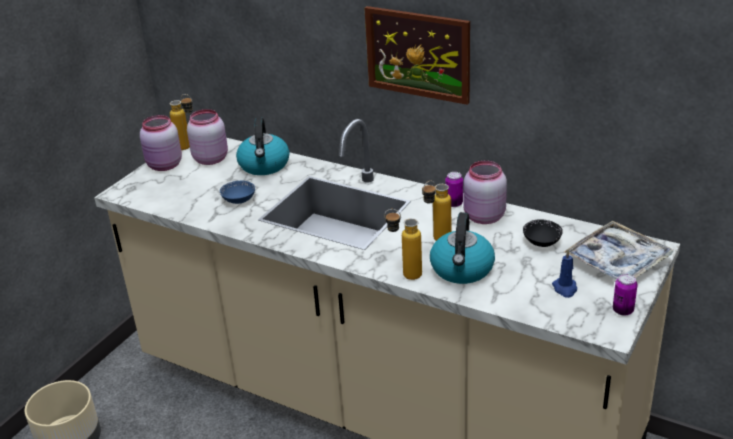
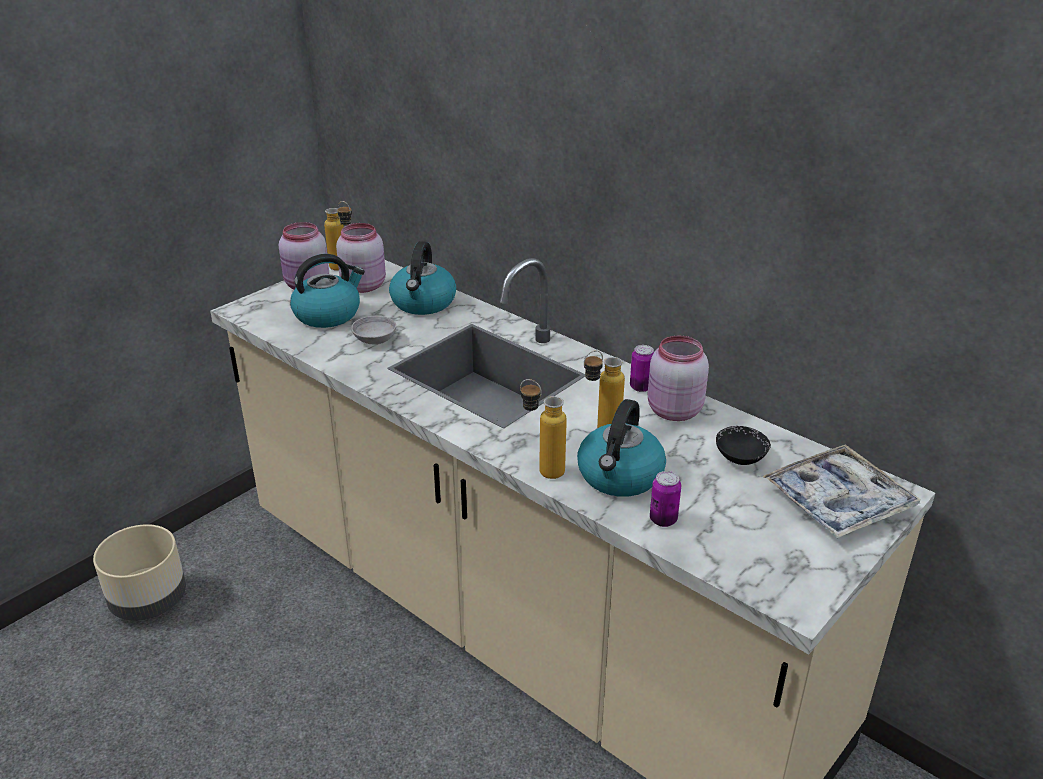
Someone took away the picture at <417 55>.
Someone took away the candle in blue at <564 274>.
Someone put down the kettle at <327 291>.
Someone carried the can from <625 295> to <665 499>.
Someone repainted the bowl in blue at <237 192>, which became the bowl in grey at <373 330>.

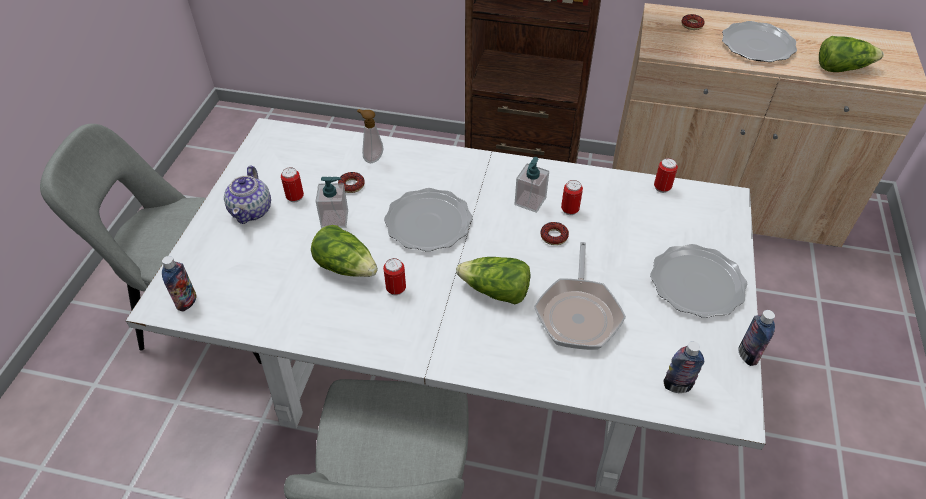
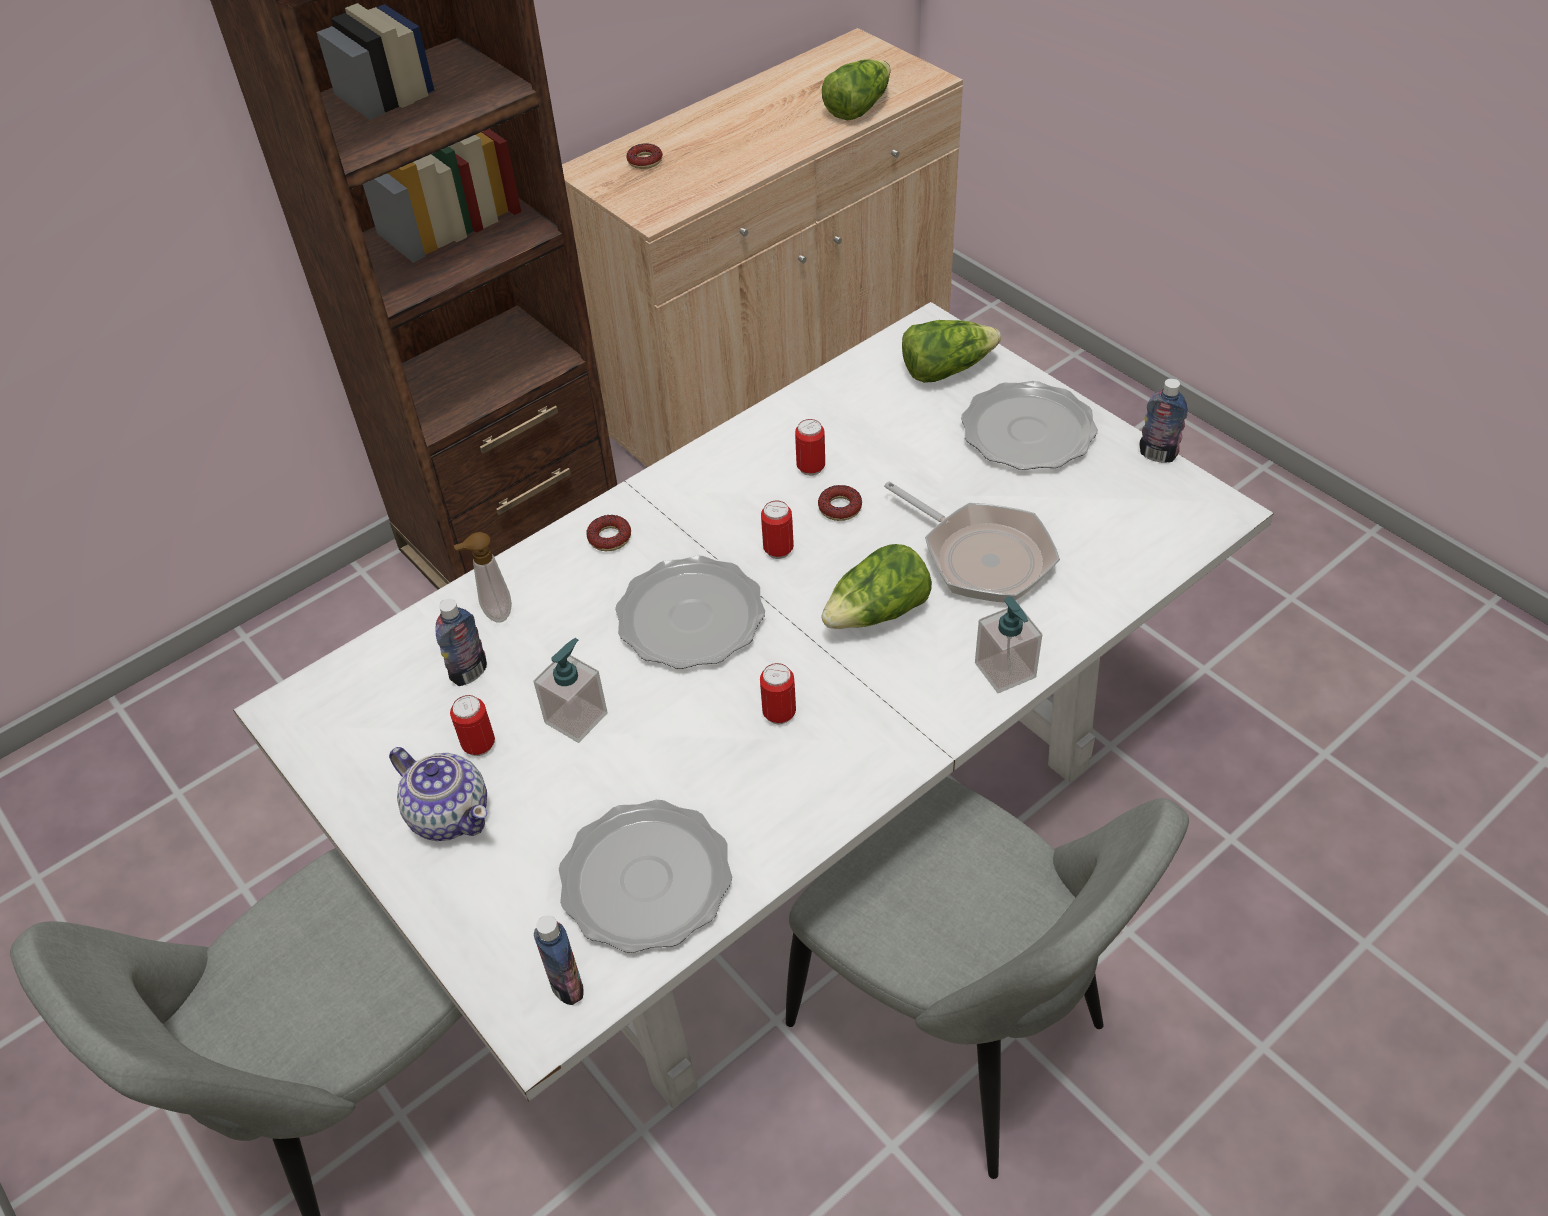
Someone carried the lettuce from <344 251> to <951 351>.
Someone carried the donut from <351 182> to <609 533>.
Someone carried the soap dispenser from <531 185> to <1008 644>.
Someone carried the can from <666 175> to <777 530>.
Someone carried the bottle from <683 367> to <461 642>.
Someone carried the plate from <759 41> to <645 876>.

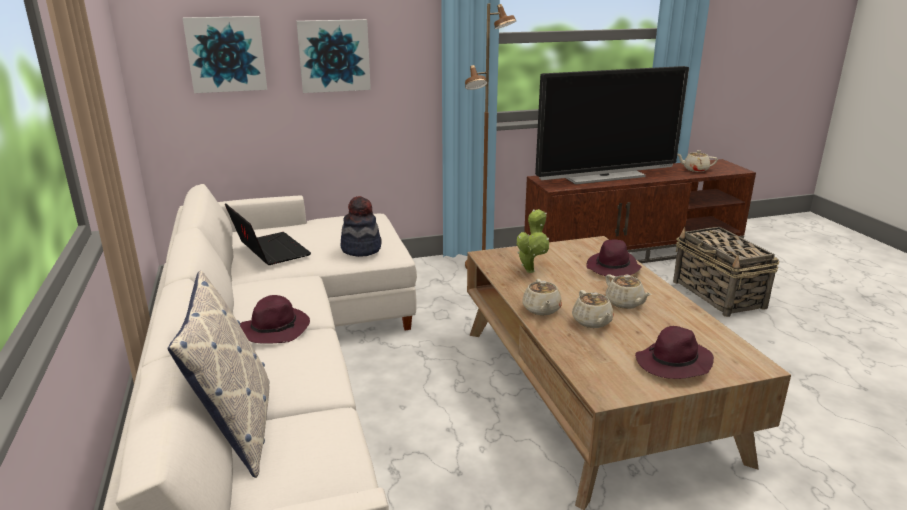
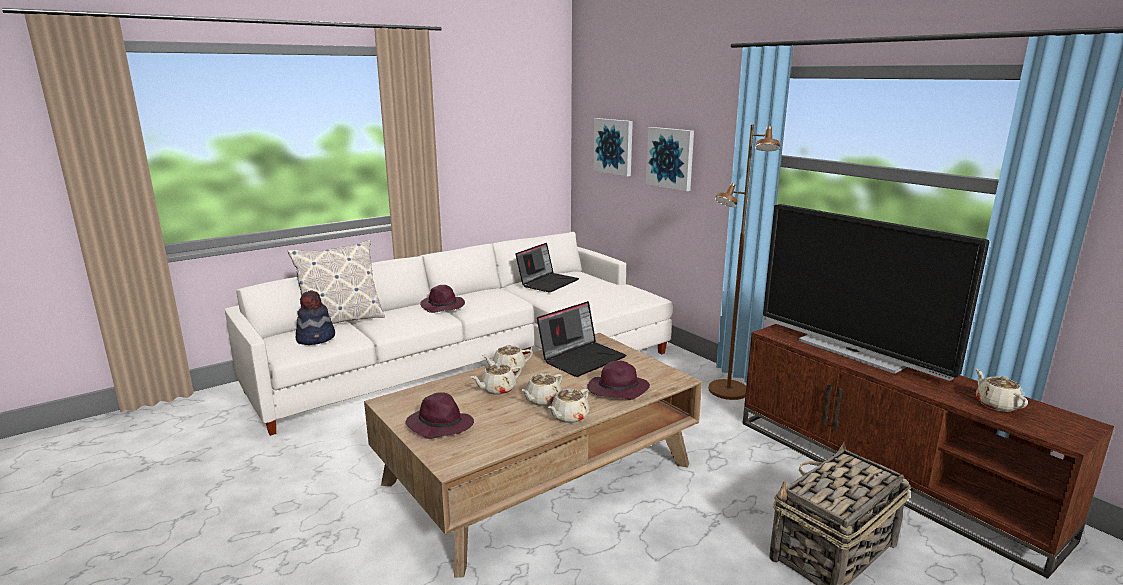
Someone put down the teapot in beige at <568 405>.
Someone carried the hat from <361 226> to <315 317>.
Someone swapped the potted plant at <533 241> for the laptop at <581 339>.

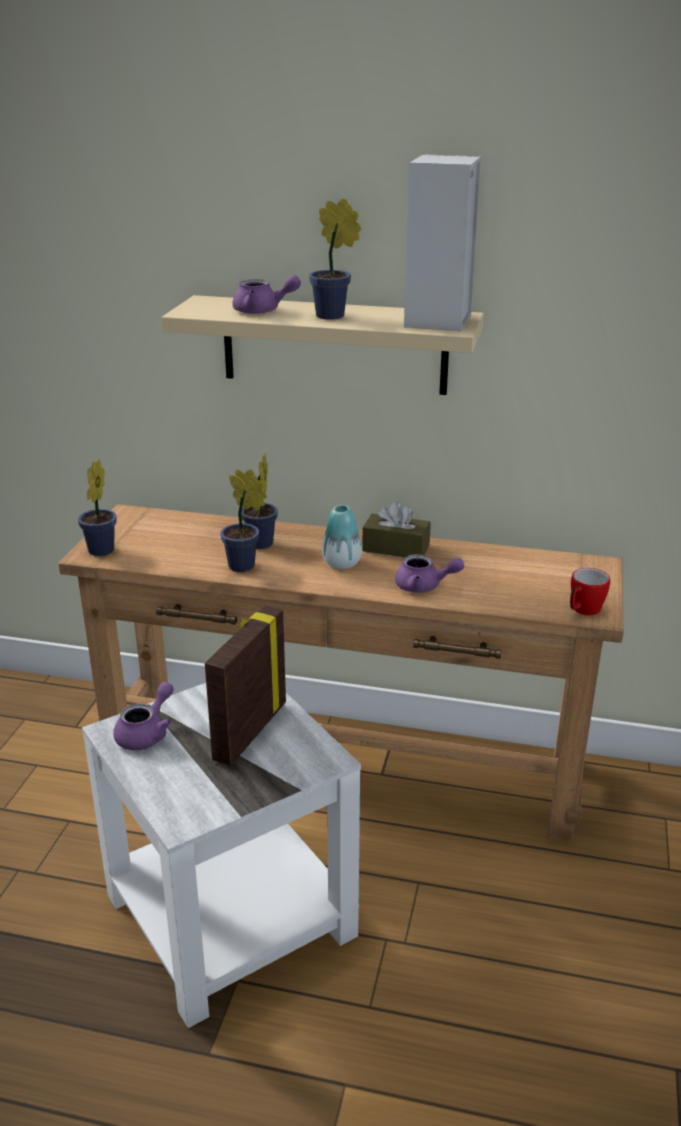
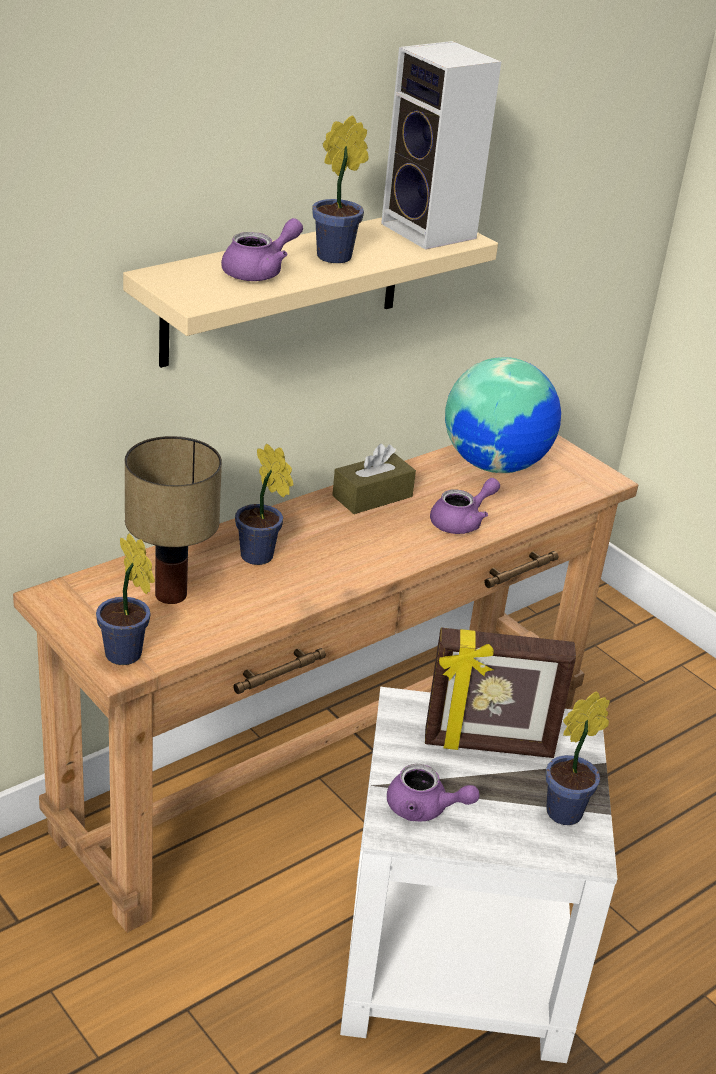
Someone took away the vase at <342 536>.
Someone took away the mug at <590 592>.
Someone put down the table lamp at <173 520>.
Someone put down the globe at <503 415>.
Someone carried the potted plant from <243 520> to <578 758>.
Someone rotated the teapot in purple at <143 716> by 135 degrees clockwise.
Someone rotated the picture frame at <245 685> by 60 degrees counterclockwise.

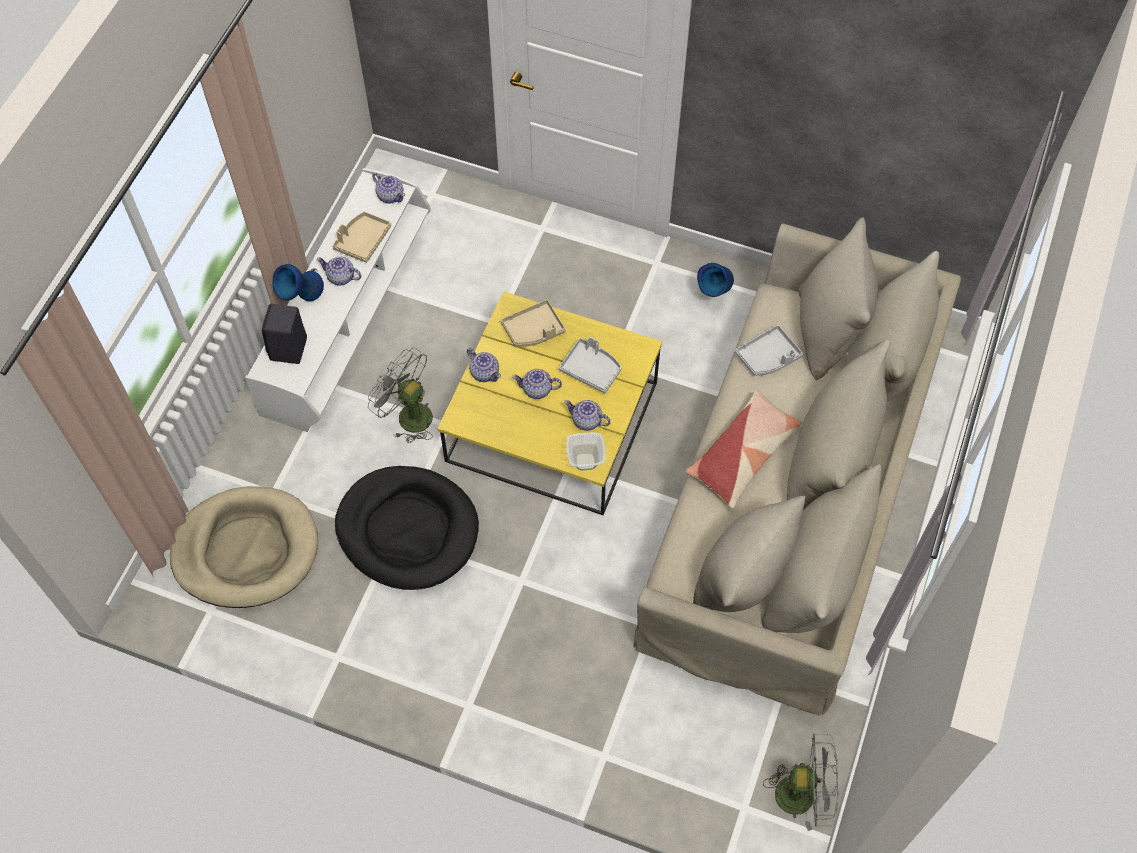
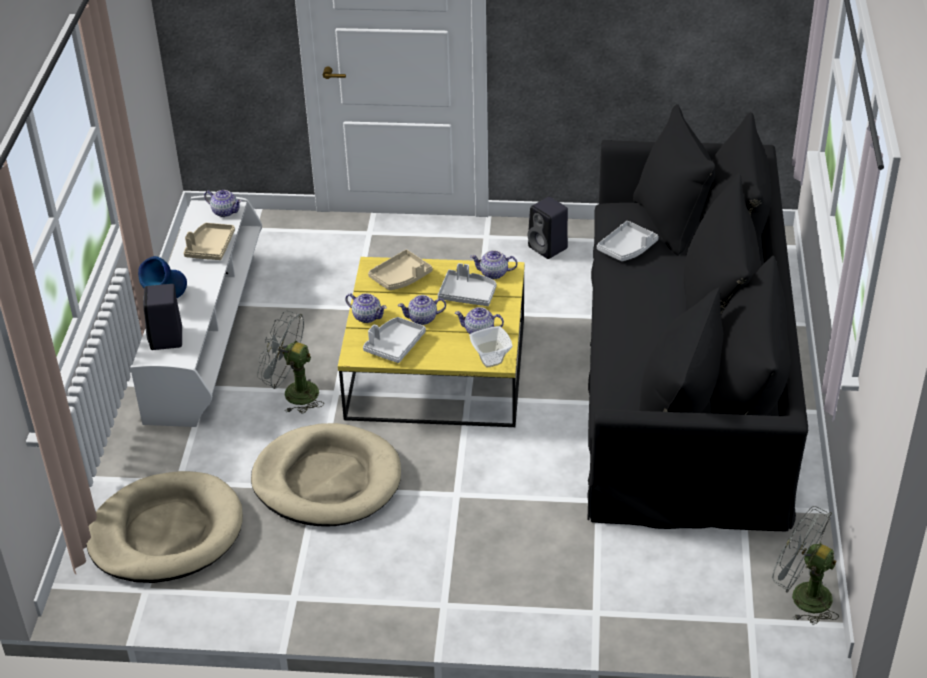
Someone took away the pillow at <744 449>.
Someone put down the tray in grey at <394 340>.
Someone carried the teapot from <339 271> to <493 264>.
Someone swapped the vase in blue at <715 280> for the speaker in black at <548 228>.
Someone repainted the dog bed in black at <407 528>, which became the dog bed in beige at <326 474>.
Someone repainted the sofa in beige at <797 466>, which became the sofa in black at <697 317>.
Someone rotated the fan in grey at <800 782> by 135 degrees counterclockwise.

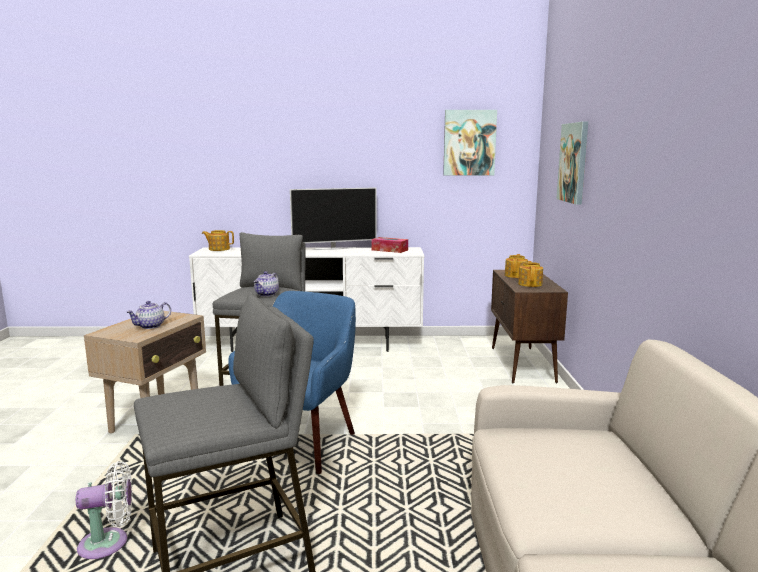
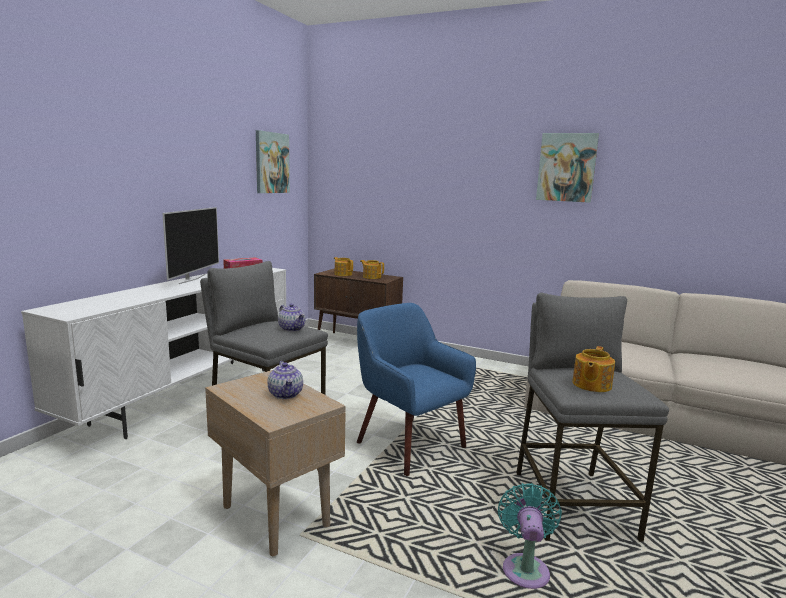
Someone carried the teapot from <218 240> to <593 369>.
Someone carried the picture from <572 163> to <567 168>.
Someone repainted the fan in white at <104 510>, which became the fan in turquoise at <530 536>.

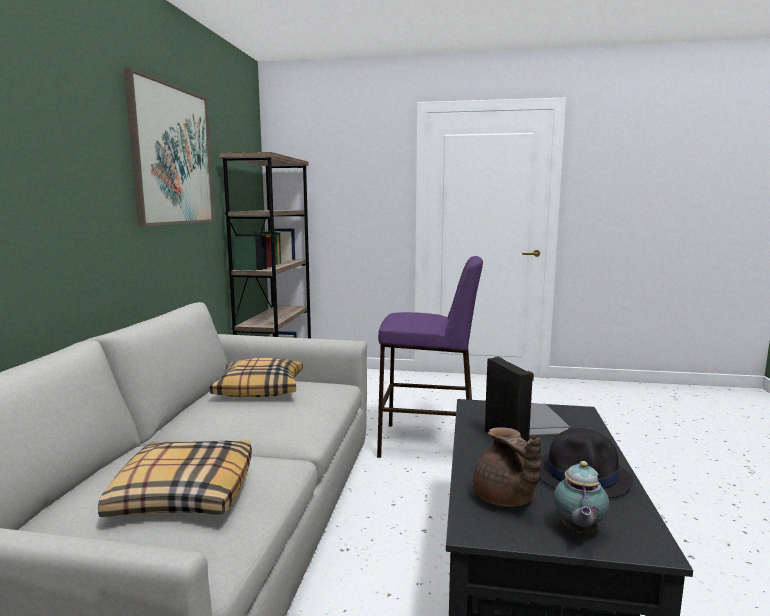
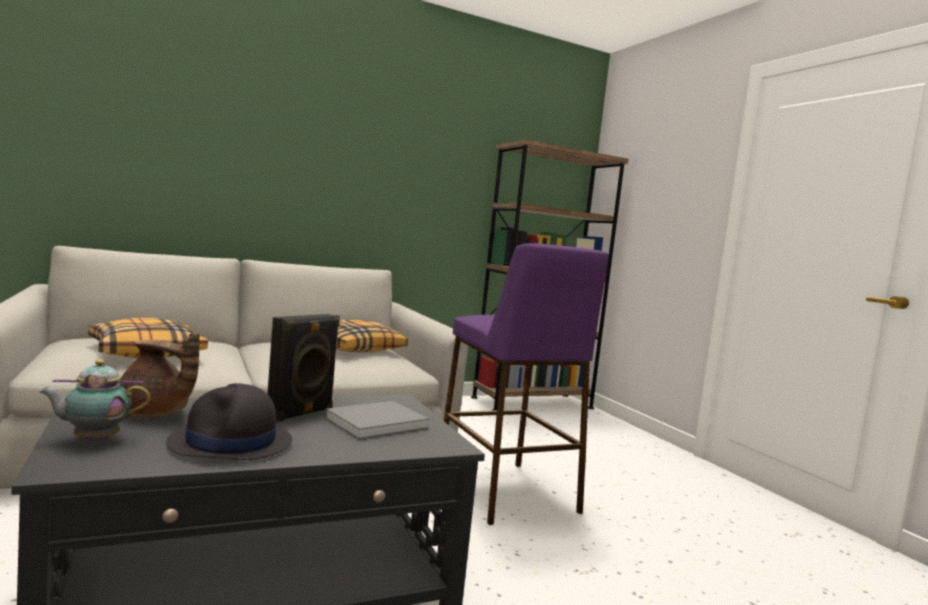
Someone took away the picture at <169 146>.
Someone rotated the teapot in brown at <507 467> by 105 degrees counterclockwise.

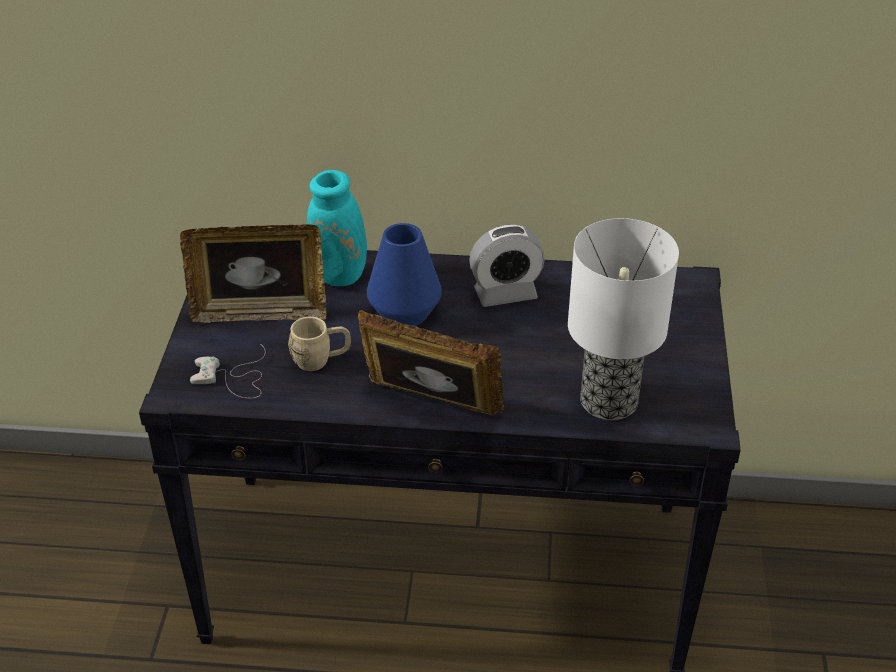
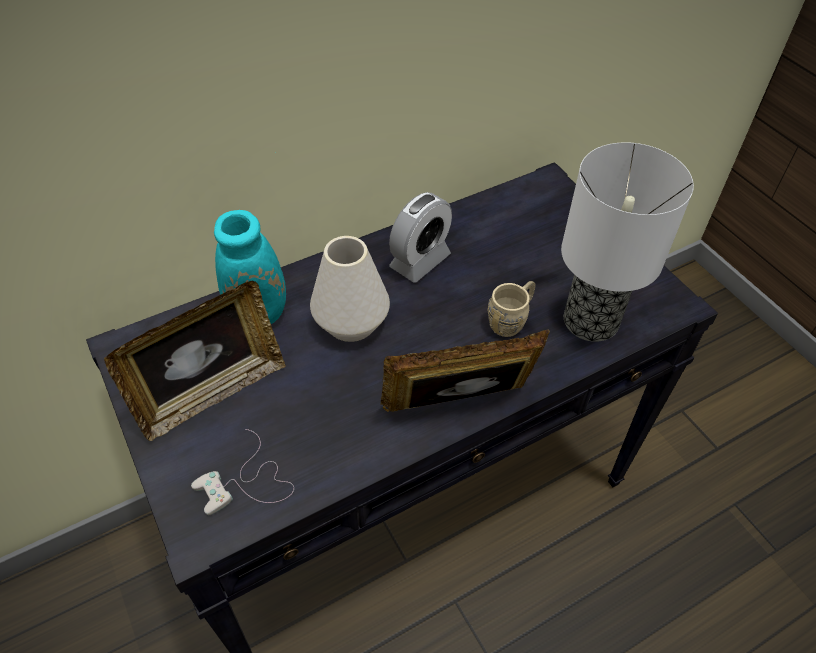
Someone carried the mug in beige from <319 344> to <511 309>.
Someone repainted the vase in blue at <404 274>, which became the vase in white at <350 289>.

